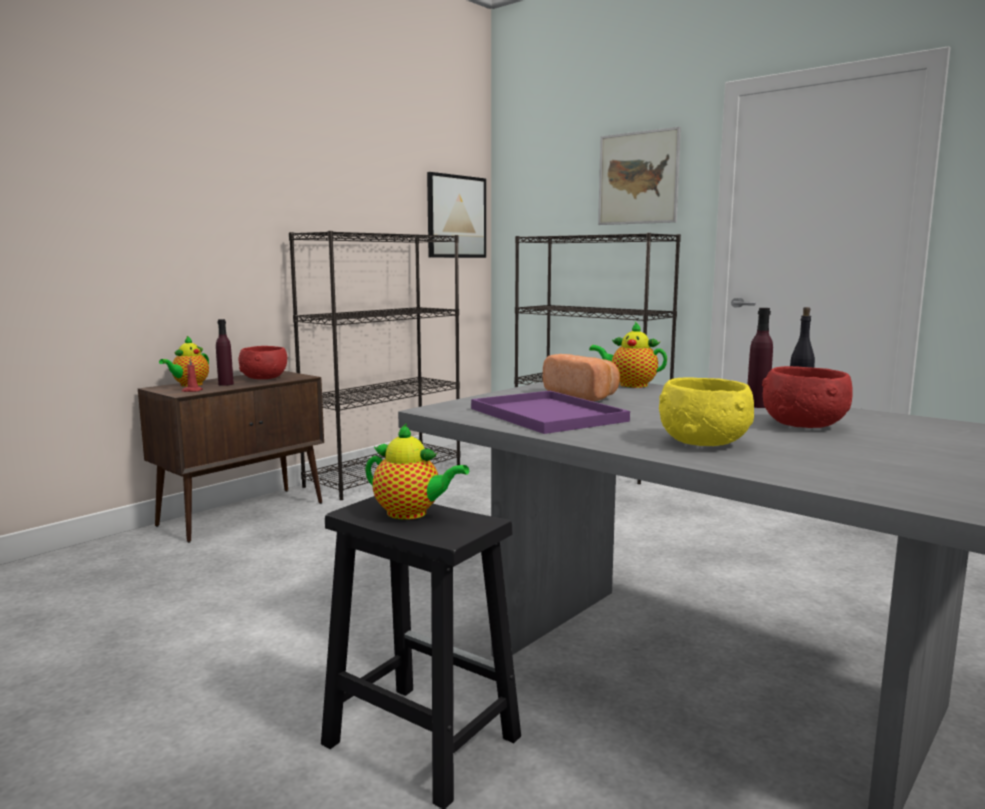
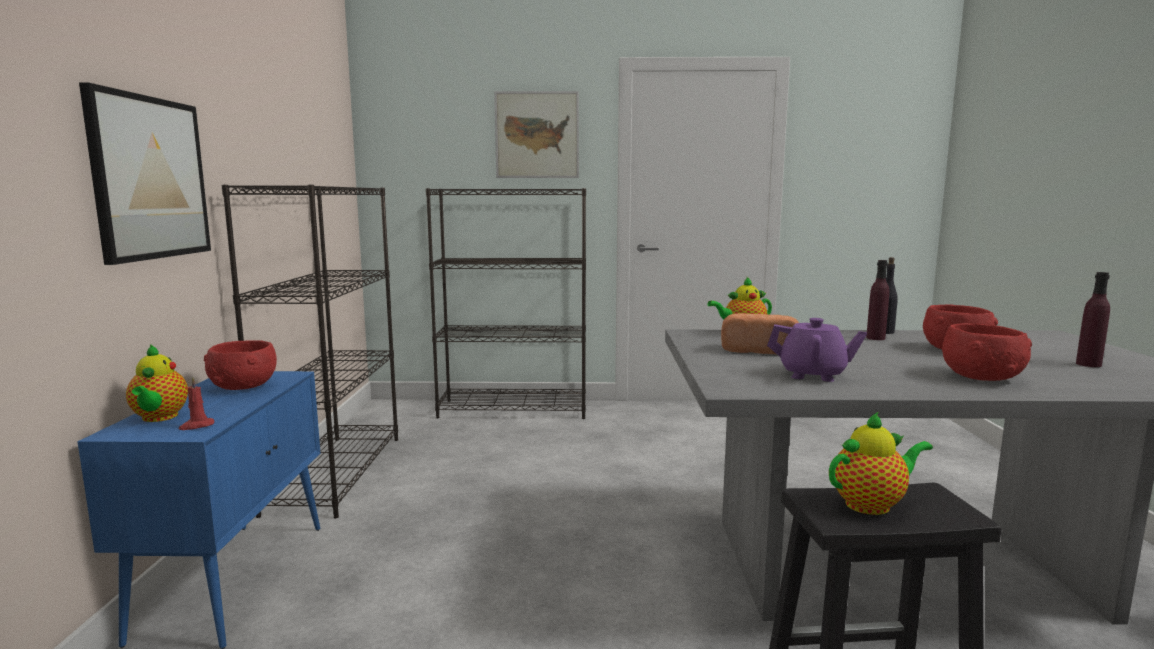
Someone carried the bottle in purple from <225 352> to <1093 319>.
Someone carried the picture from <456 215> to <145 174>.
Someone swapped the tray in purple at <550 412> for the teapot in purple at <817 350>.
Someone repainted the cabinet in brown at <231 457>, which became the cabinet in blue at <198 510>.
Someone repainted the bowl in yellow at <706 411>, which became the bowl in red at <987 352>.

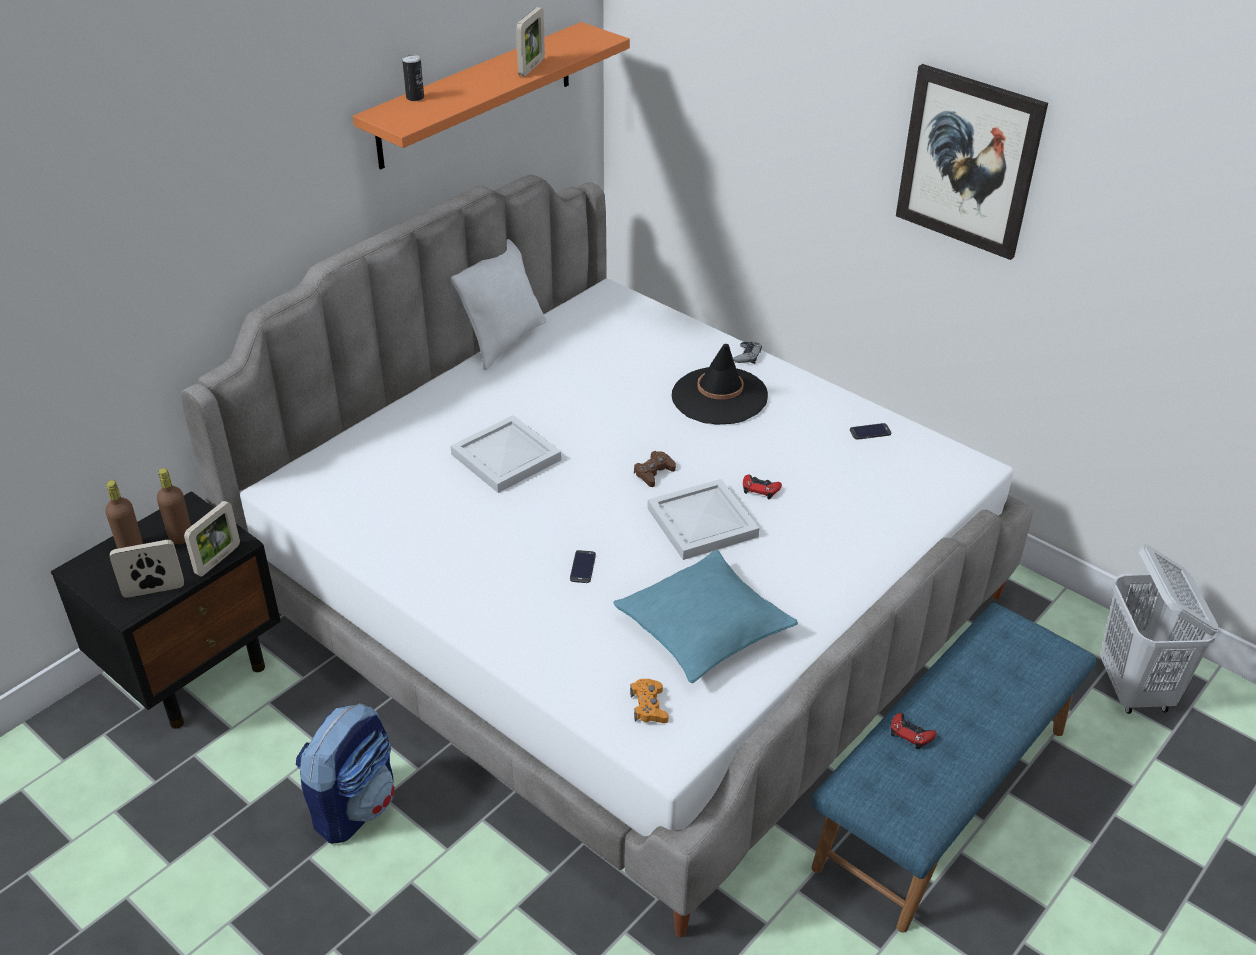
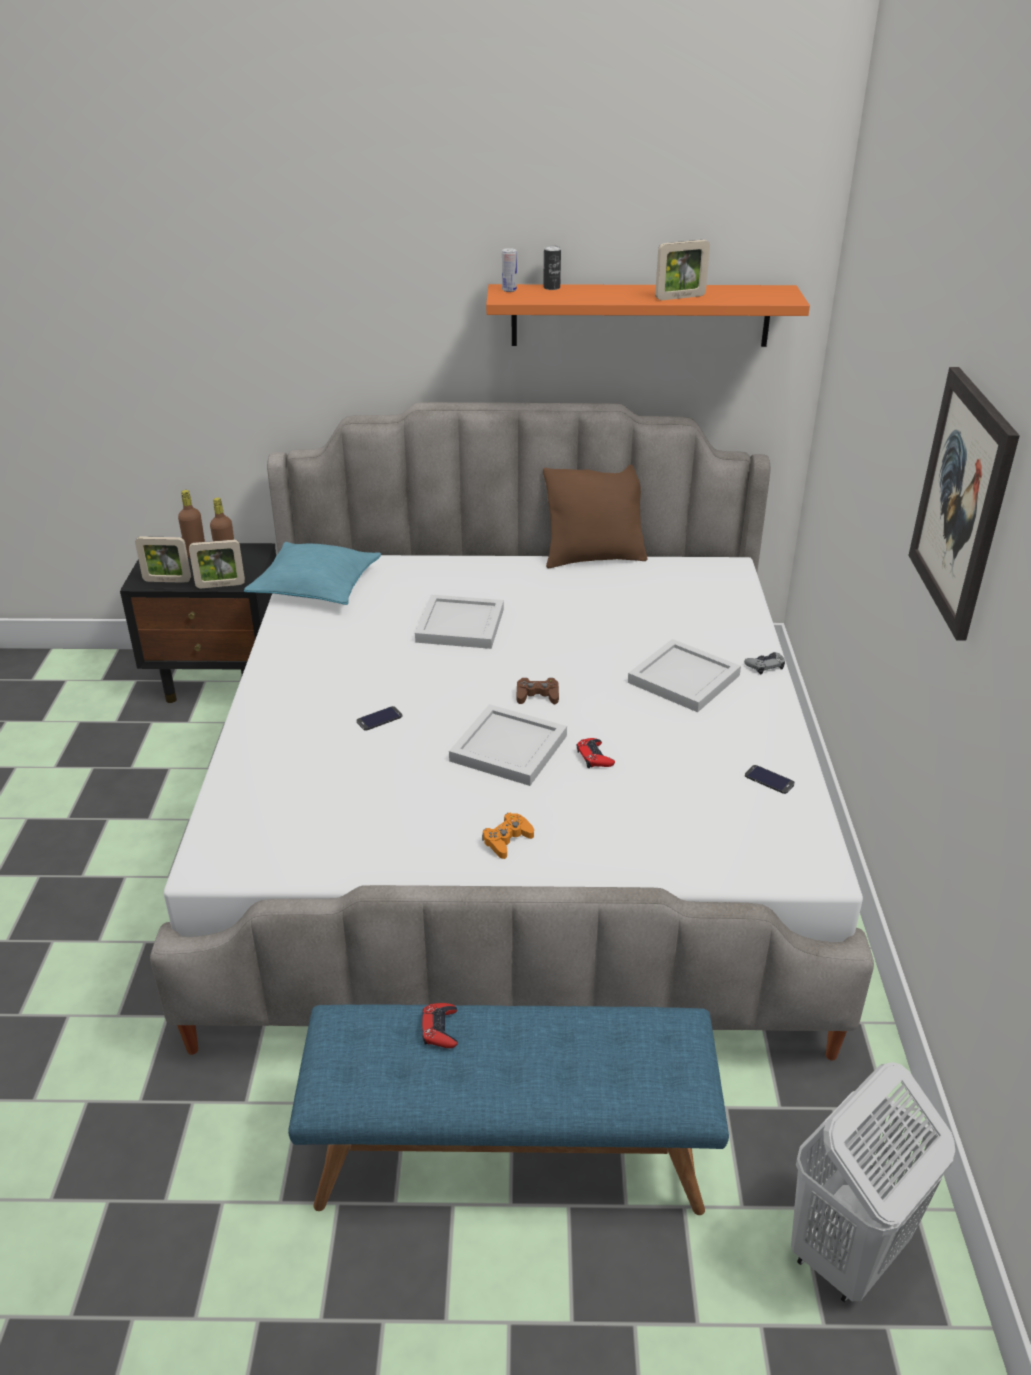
Someone took away the backpack at <345 773>.
Someone put down the can at <509 270>.
Someone carried the pillow in turquoise from <705 616> to <312 573>.
Someone carried the game controller in orange from <649 701> to <508 836>.
Someone swapped the hat in black at <720 384> for the tray in white at <684 675>.
Someone repainted the pillow in white at <499 304>, which became the pillow in brown at <595 516>.
Someone rotated the picture frame at <147 569> by 150 degrees clockwise.

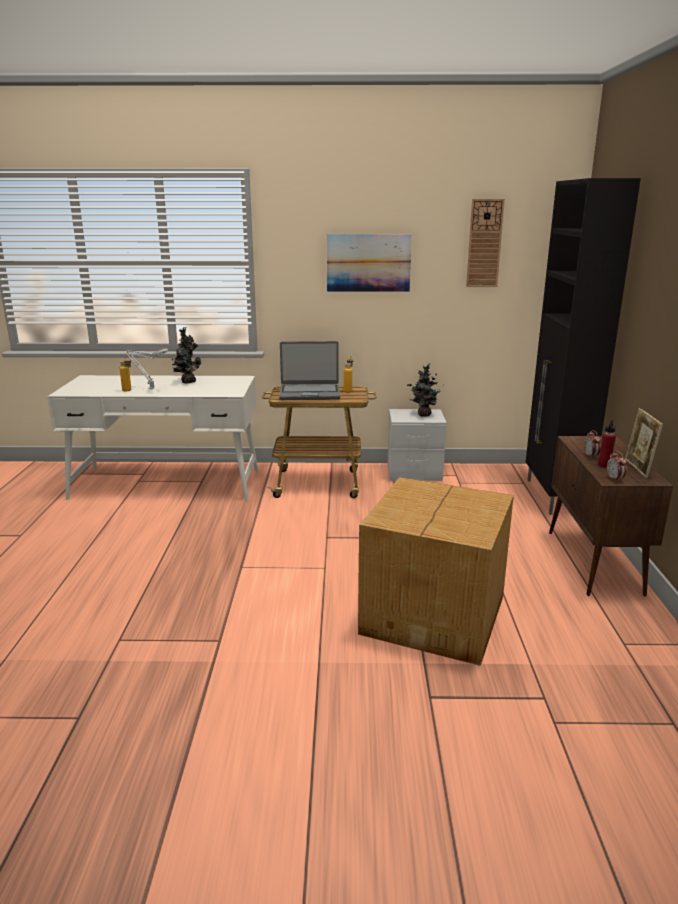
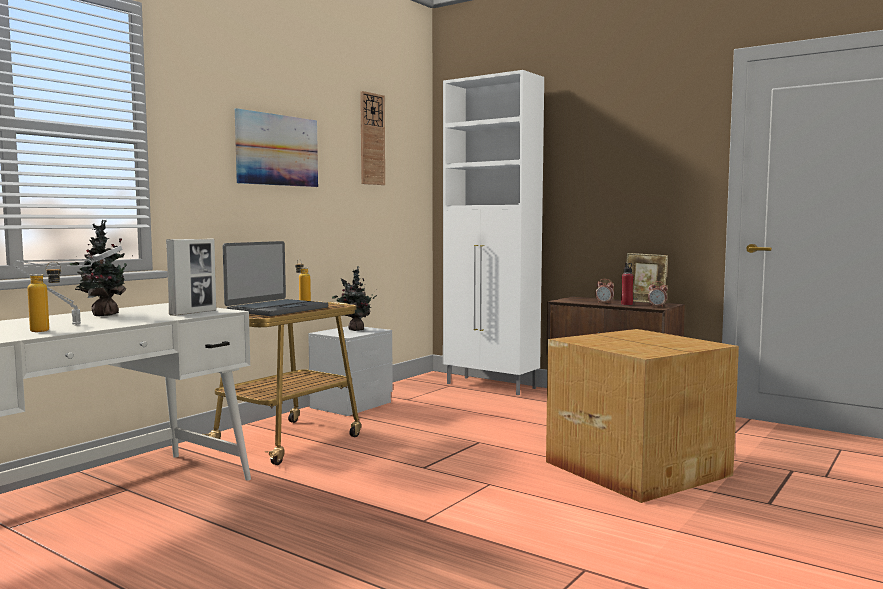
Someone put down the picture frame at <191 277>.
Someone repainted the cabinet in black at <583 346>, which became the cabinet in white at <493 232>.

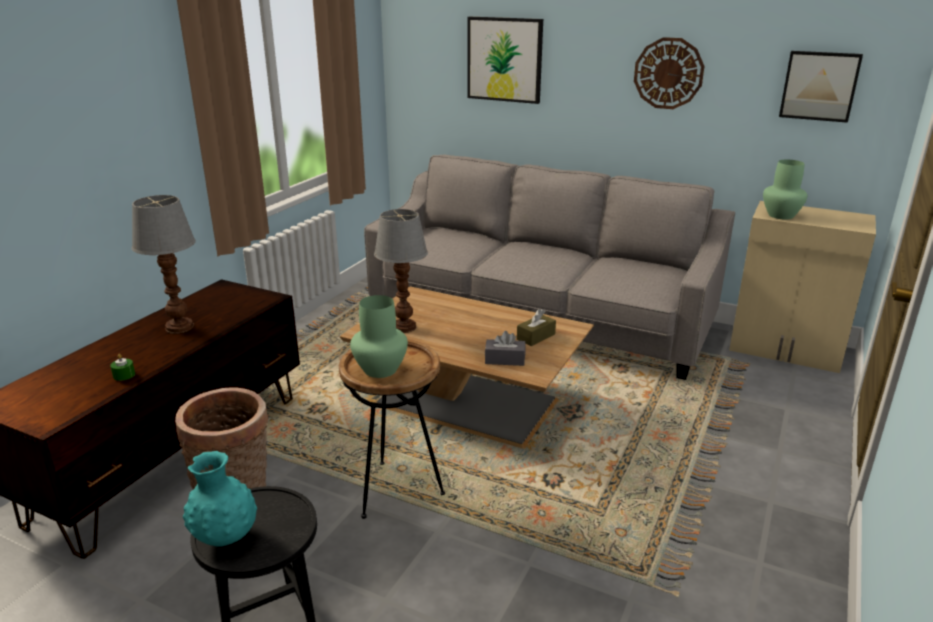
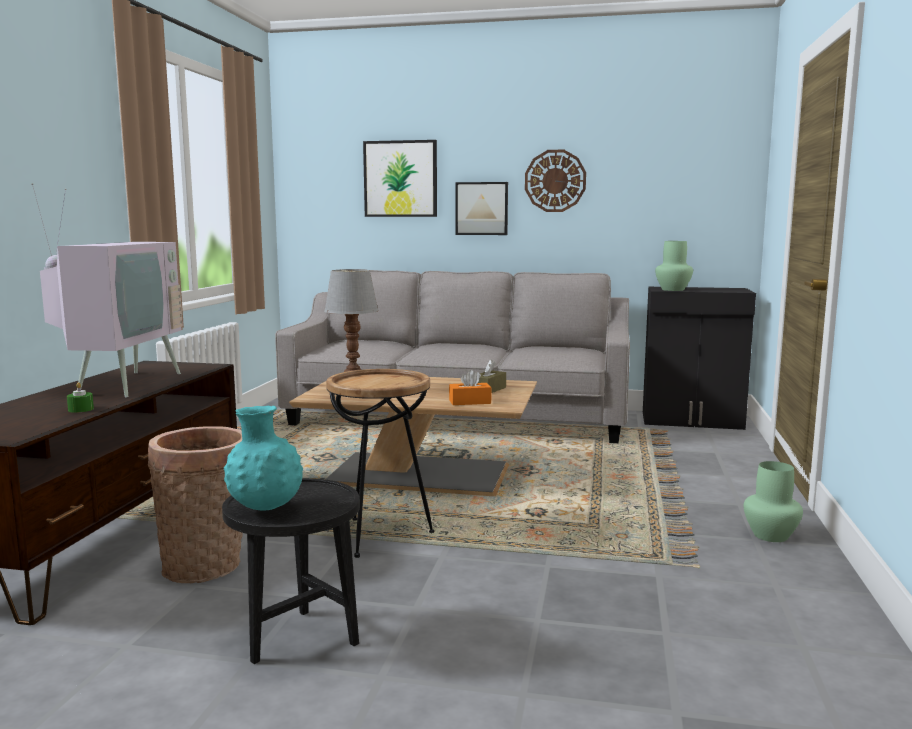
Someone carried the vase in green from <379 336> to <773 501>.
Someone carried the picture from <821 87> to <482 208>.
Someone swapped the table lamp at <164 264> for the television at <107 290>.
Someone repainted the tissue box in grey at <505 348>, which became the tissue box in orange at <470 387>.
Someone repainted the cabinet in beige at <802 287>, which became the cabinet in black at <699 358>.

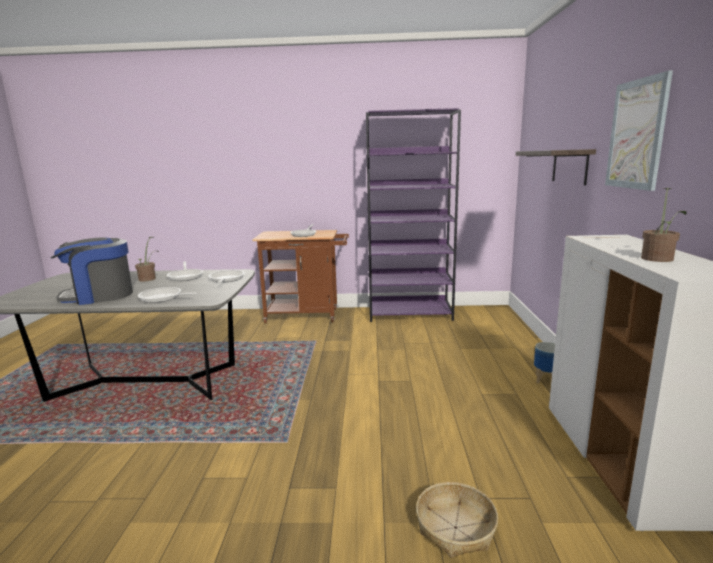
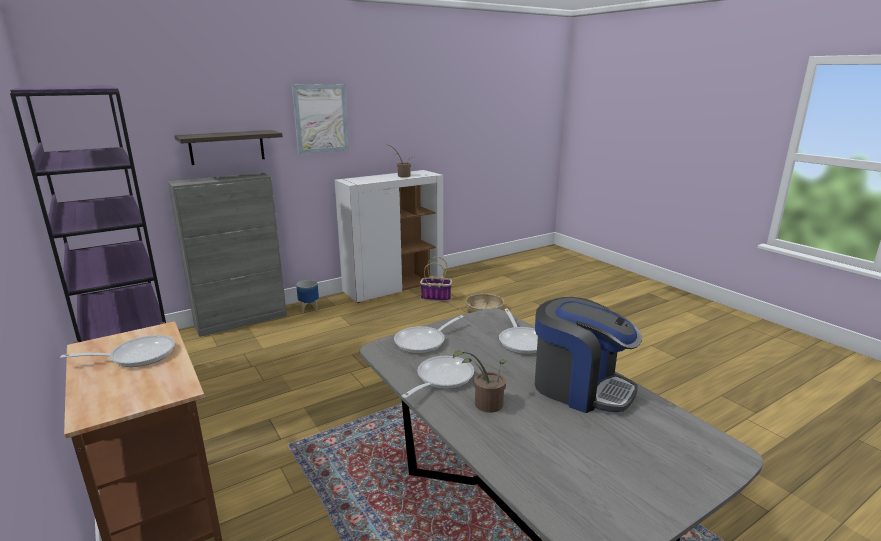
Someone put down the cabinet in grey at <227 254>.
Someone put down the basket at <436 279>.

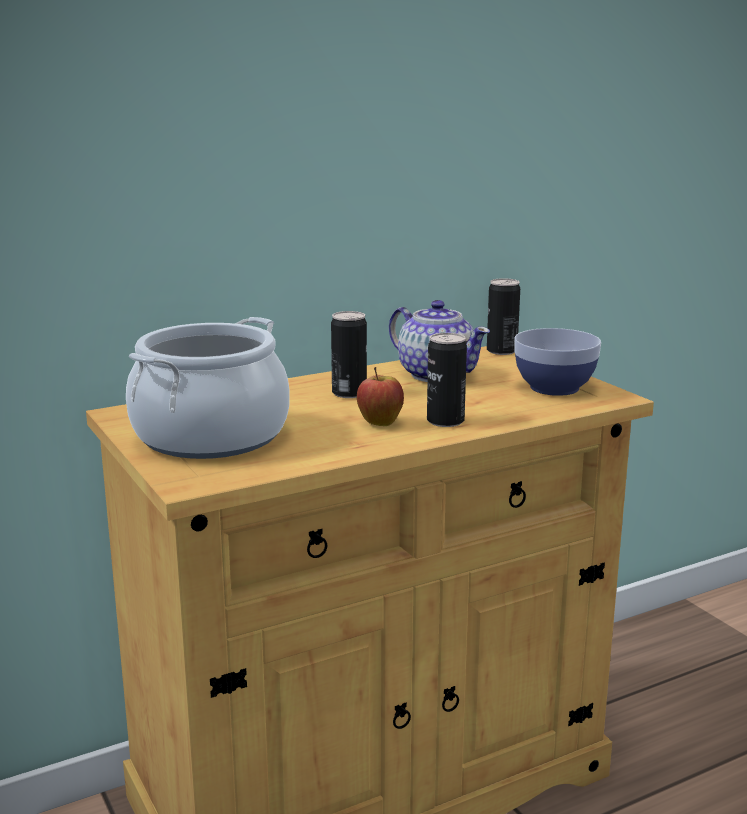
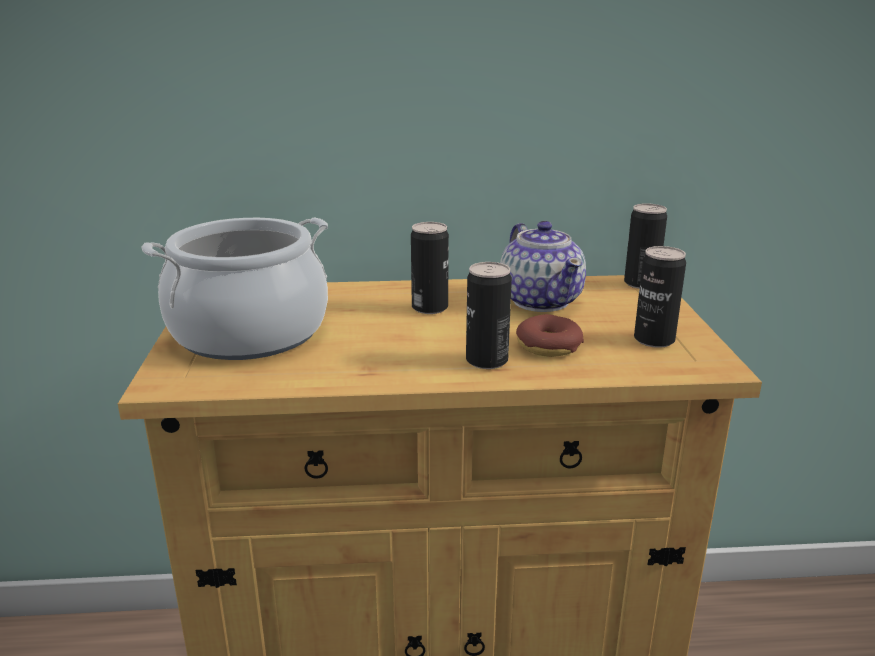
Someone took away the apple at <380 396>.
Someone put down the donut at <550 335>.
Someone swapped the bowl at <557 362> for the can at <660 297>.

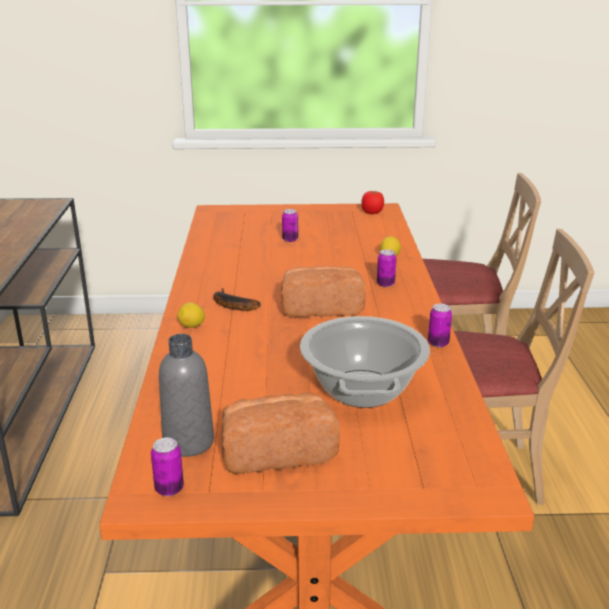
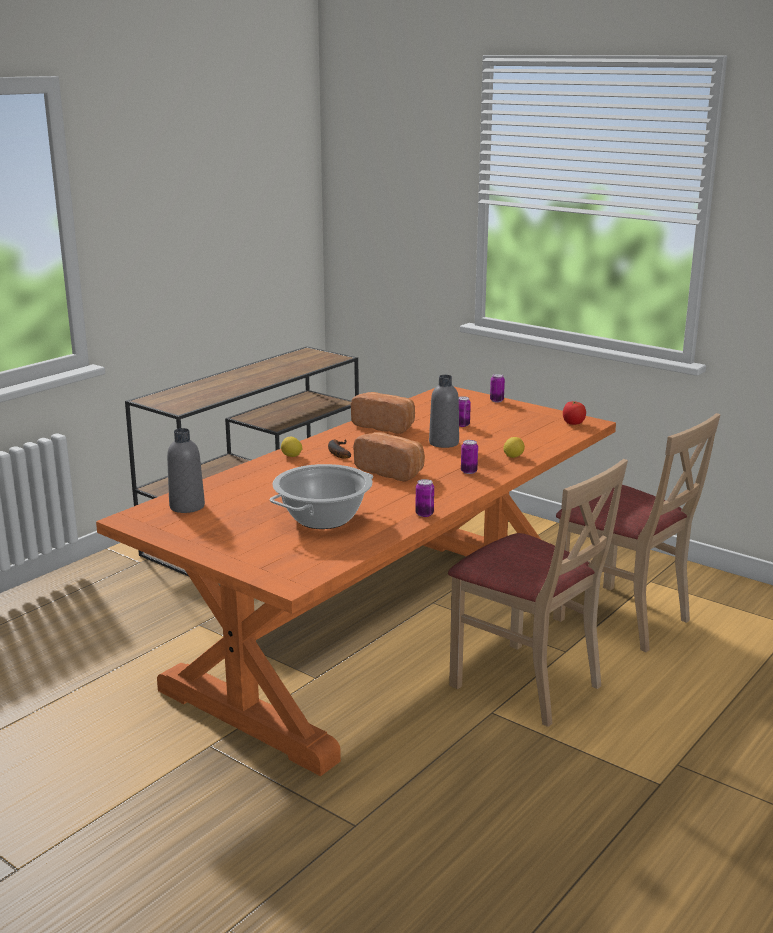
Someone put down the bottle in grey at <444 411>.
Someone carried the can from <167 467> to <497 388>.
Someone carried the bread from <280 433> to <382 413>.

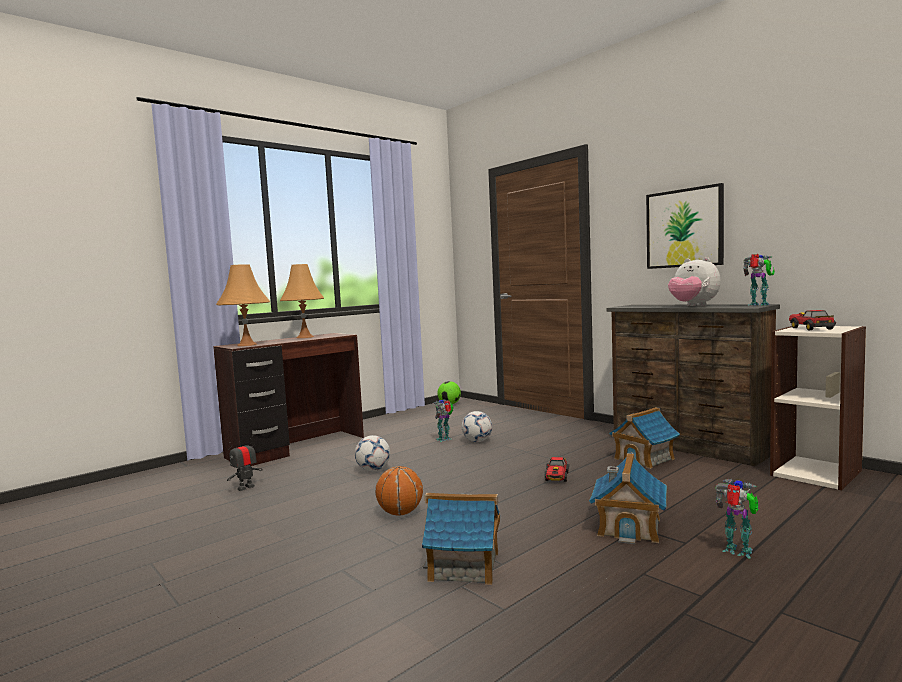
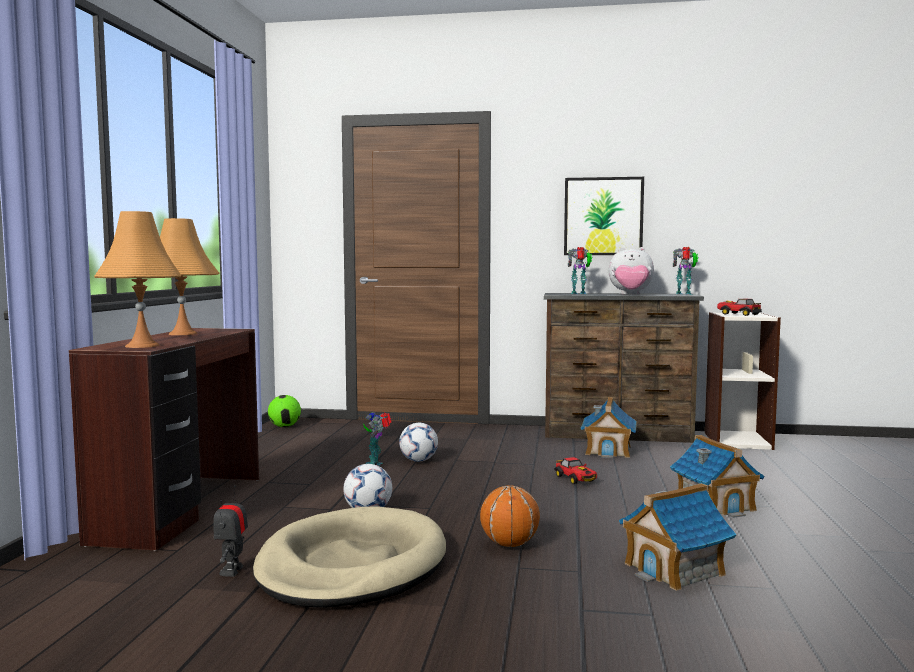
Someone put down the dog bed in beige at <349 557>.
Someone carried the toy robot from <737 519> to <580 270>.

